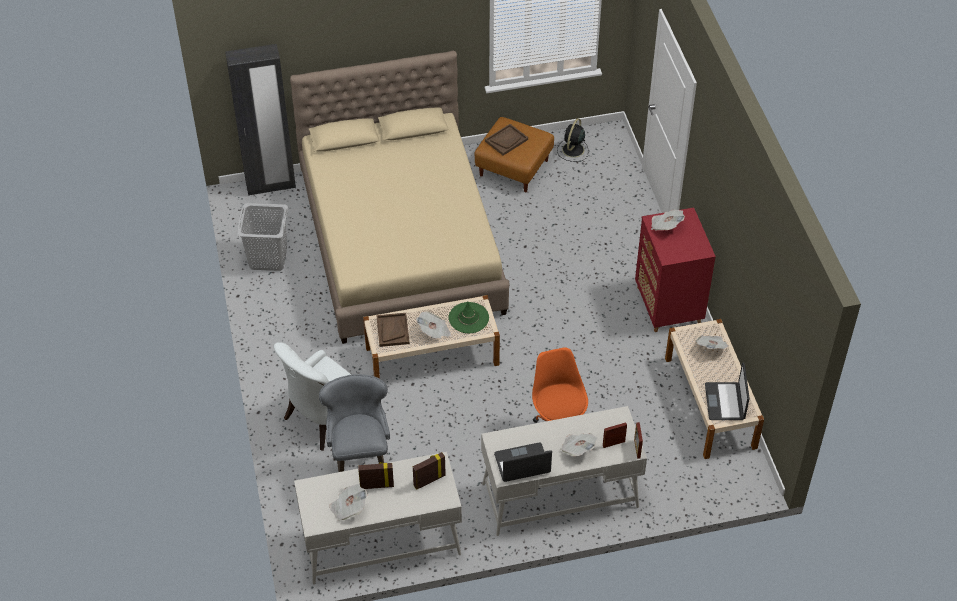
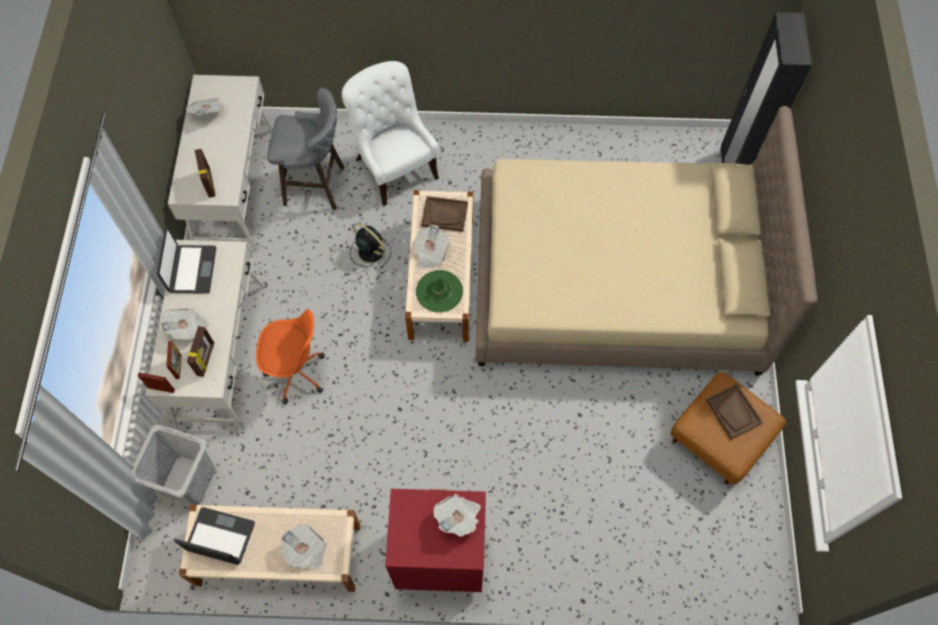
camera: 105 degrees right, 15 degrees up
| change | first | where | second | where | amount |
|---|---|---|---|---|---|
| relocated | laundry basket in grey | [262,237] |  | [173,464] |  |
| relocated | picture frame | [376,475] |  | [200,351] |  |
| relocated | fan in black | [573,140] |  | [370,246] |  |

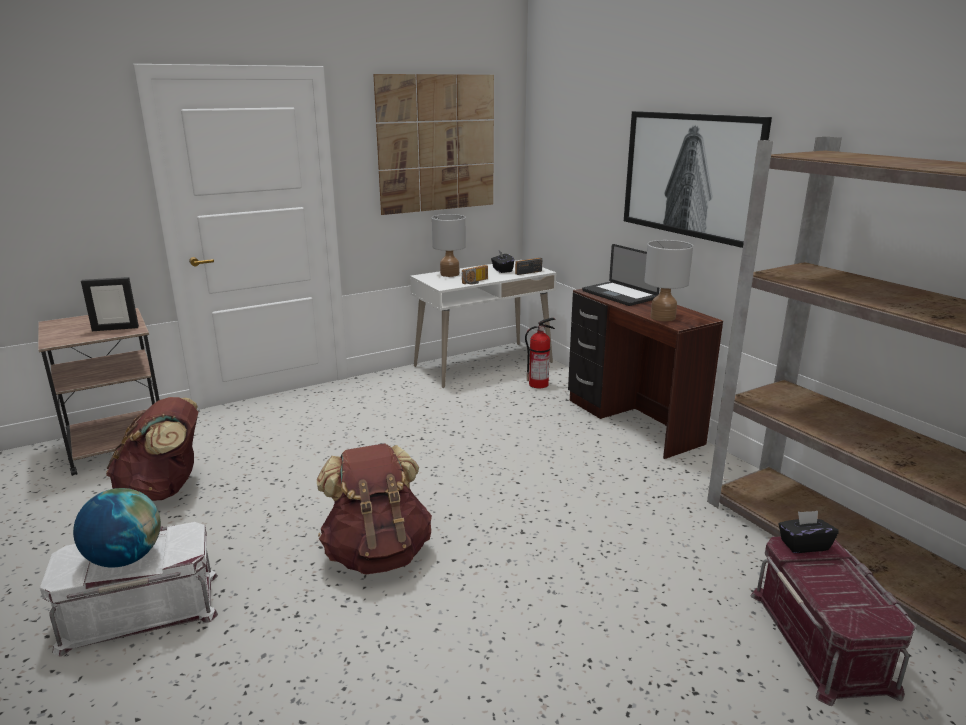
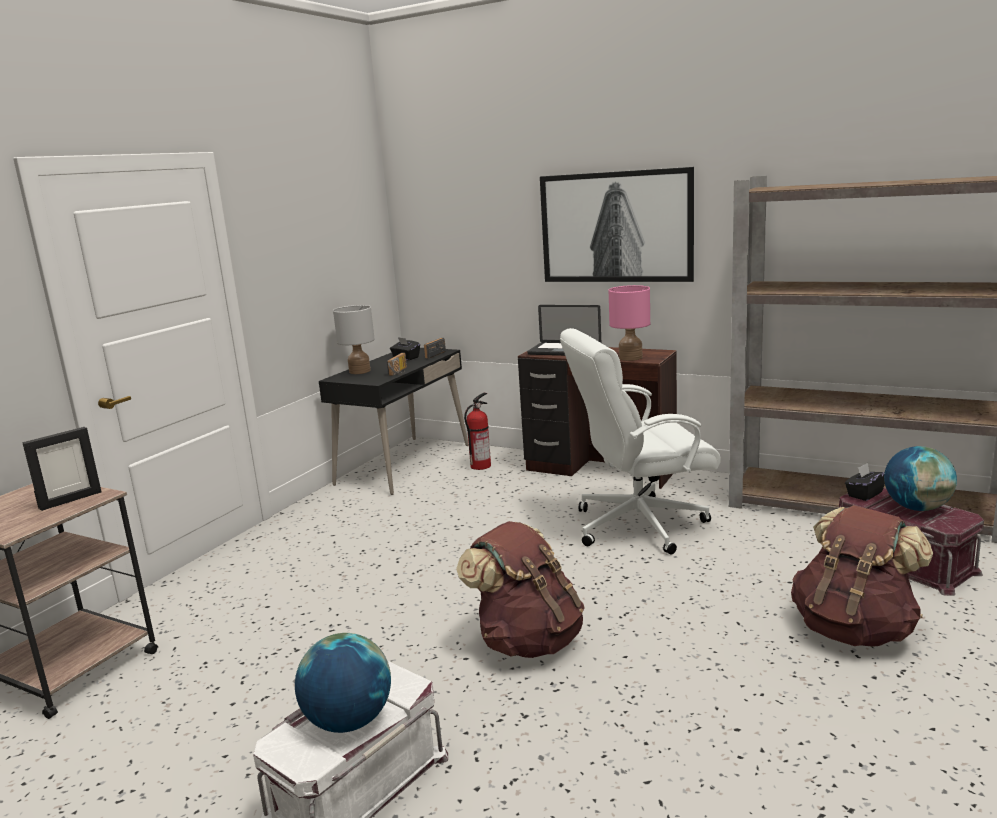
camera: 30 degrees left, 5 degrees down
| change | first | where | second | where | amount |
|---|---|---|---|---|---|
| colour | desk in white | [483,324] | desk in black | [394,421] |  |
| appeared |  |  | office chair in white | [640,441] |  |
| colour | table lamp in grey | [668,280] | table lamp in pink | [629,323] |  |
| relocated | backpack in brown | [152,449] |  | [862,576] |  |
| appeared |  |  | globe | [920,478] |  |
| missing | picture | [433,144] |  |  |  |

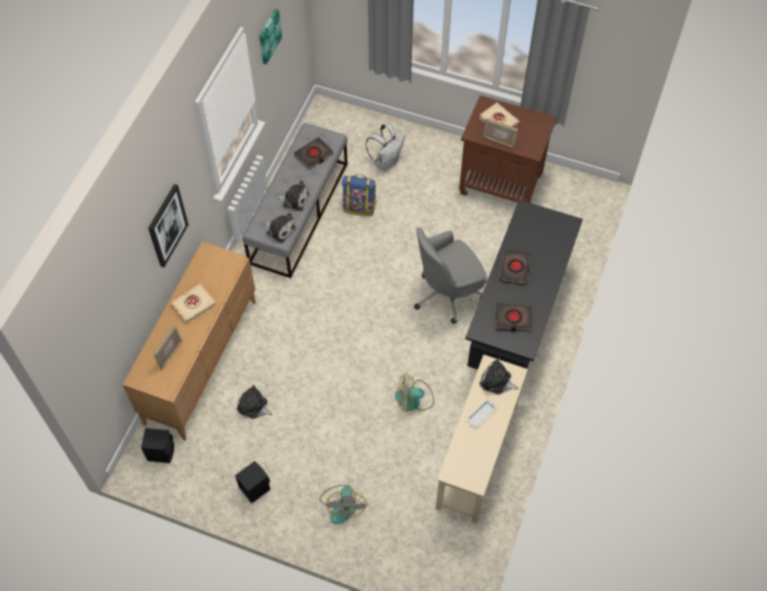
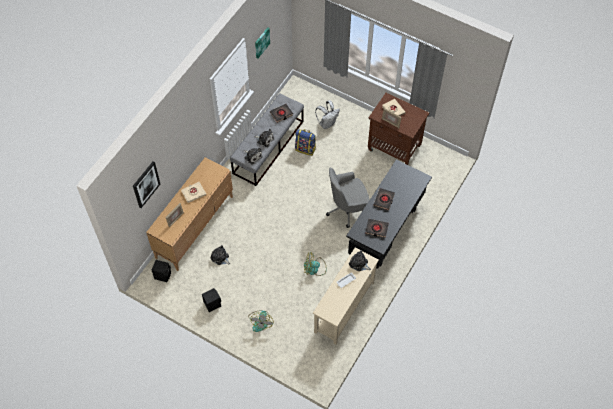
camera: 10 degrees right, 0 degrees up
| change | first | where | second | where | amount |
|---|---|---|---|---|---|
| relocated | picture | [168,225] |  | [146,184] |  |

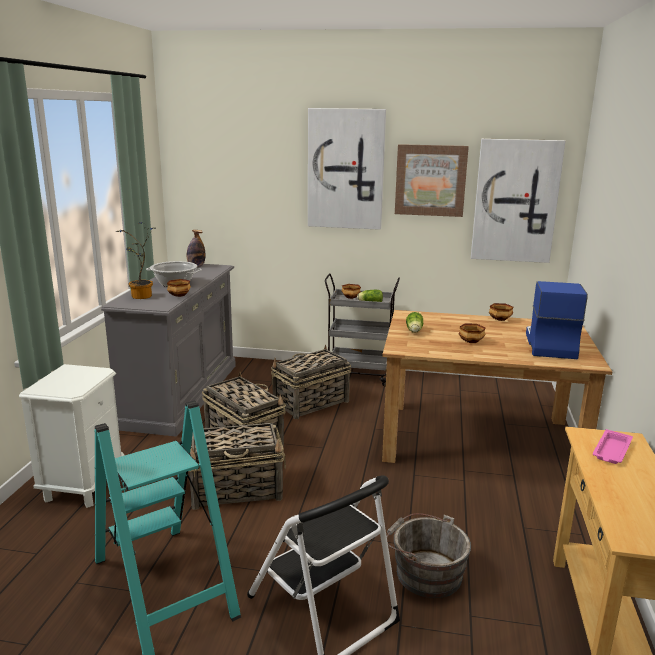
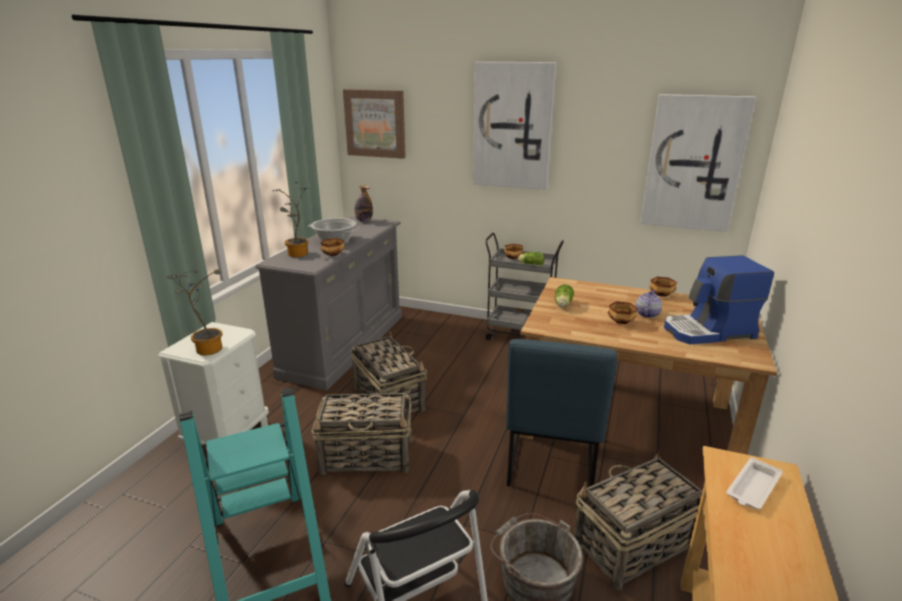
camera: 10 degrees right, 5 degrees up
| change | first | where | second | where | amount |
|---|---|---|---|---|---|
| appeared |  |  | potted plant | [194,312] |  |
| relocated | picture | [432,180] |  | [374,124] |  |
| appeared |  |  | chair in blue | [561,413] |  |
| relocated | basket | [311,382] |  | [638,520] |  |
| appeared |  |  | teapot | [648,304] |  |
| spun | coffee machine | [557,320] |  | [719,299] | 120 degrees counterclockwise |
| colour | tray in pink | [613,446] | tray in white | [754,483] |  |

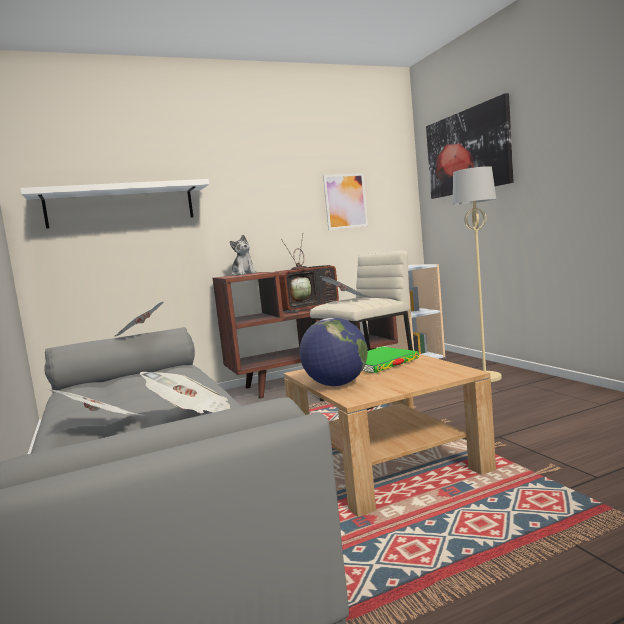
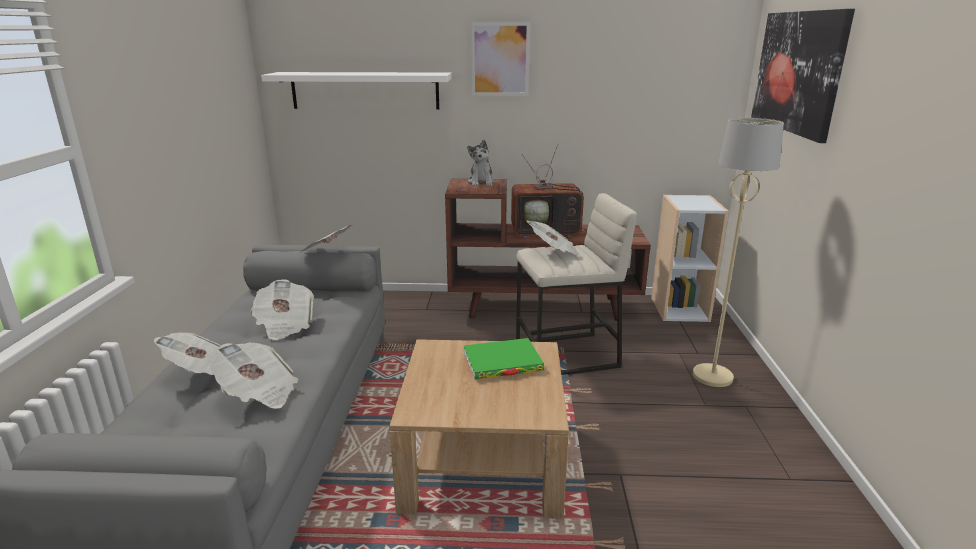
camera: 25 degrees right, 15 degrees up
| change | first | where | second | where | amount |
|---|---|---|---|---|---|
| appeared |  |  | newspaper | [282,309] |  |
| relocated | picture | [345,201] |  | [500,59] |  |
| missing | globe | [333,352] |  |  |  |

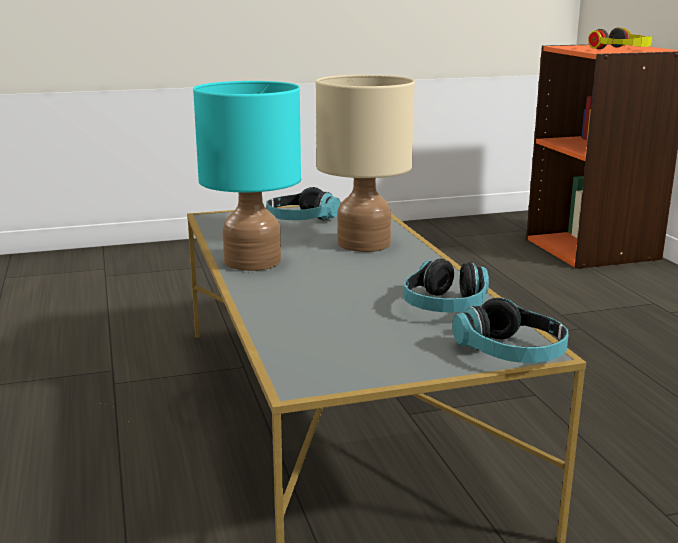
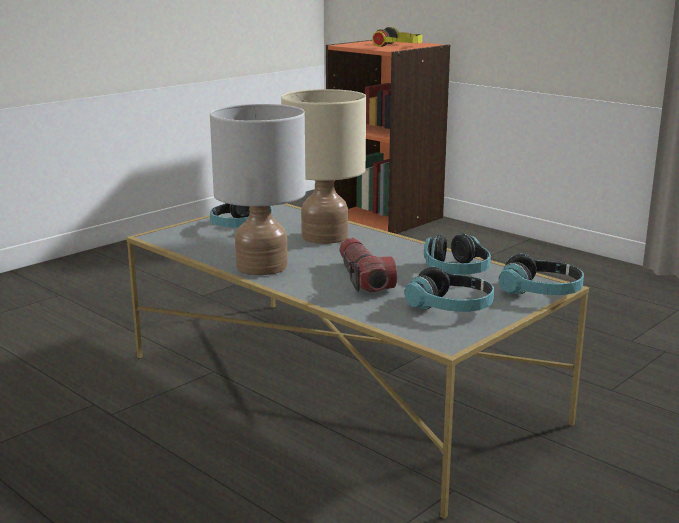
camera: 30 degrees left, 0 degrees up
| change | first | where | second | where | amount |
|---|---|---|---|---|---|
| colour | table lamp in turquoise | [247,176] | table lamp in grey | [258,189] |  |
| appeared |  |  | flashlight | [368,265] |  |
| appeared |  |  | headphones | [449,289] |  |

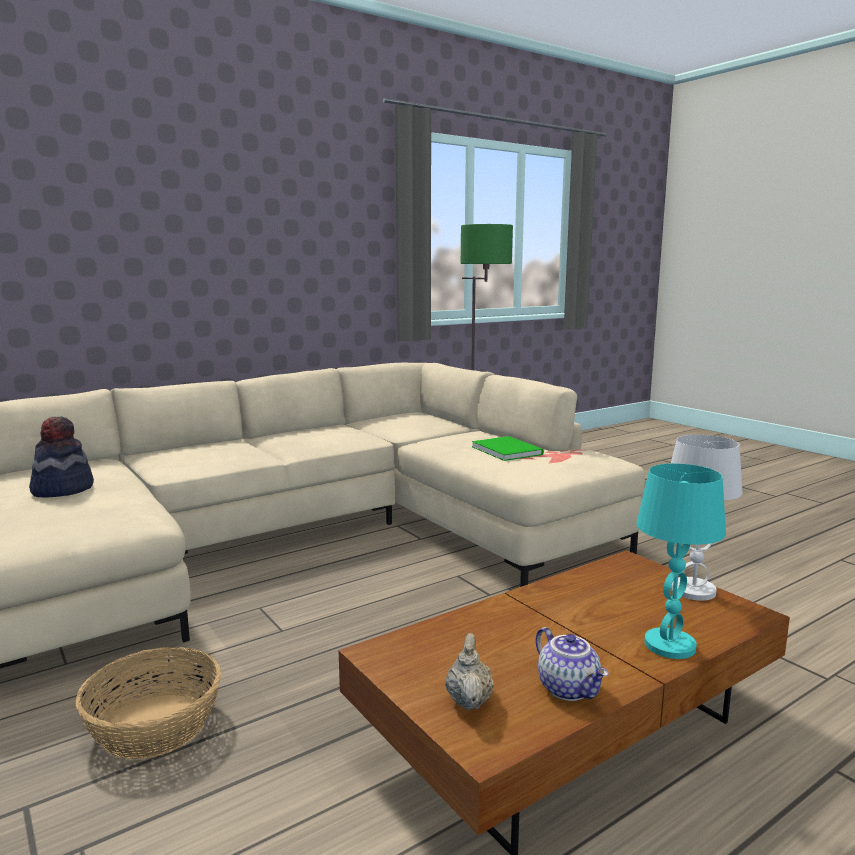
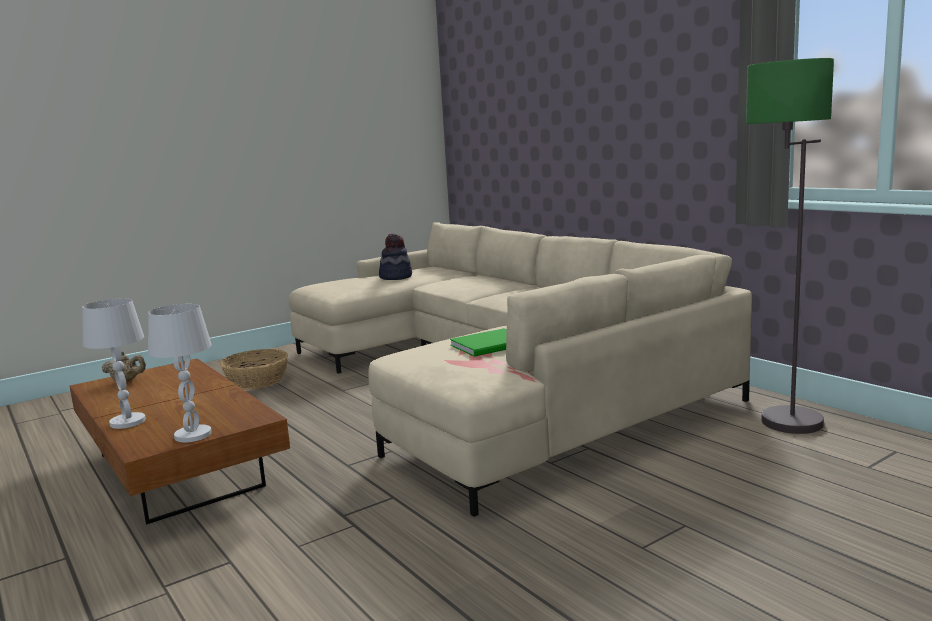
camera: 90 degrees right, 0 degrees up
| change | first | where | second | where | amount |
|---|---|---|---|---|---|
| colour | table lamp in turquoise | [681,561] | table lamp in white | [114,364] |  |
| missing | teapot | [572,664] |  |  |  |

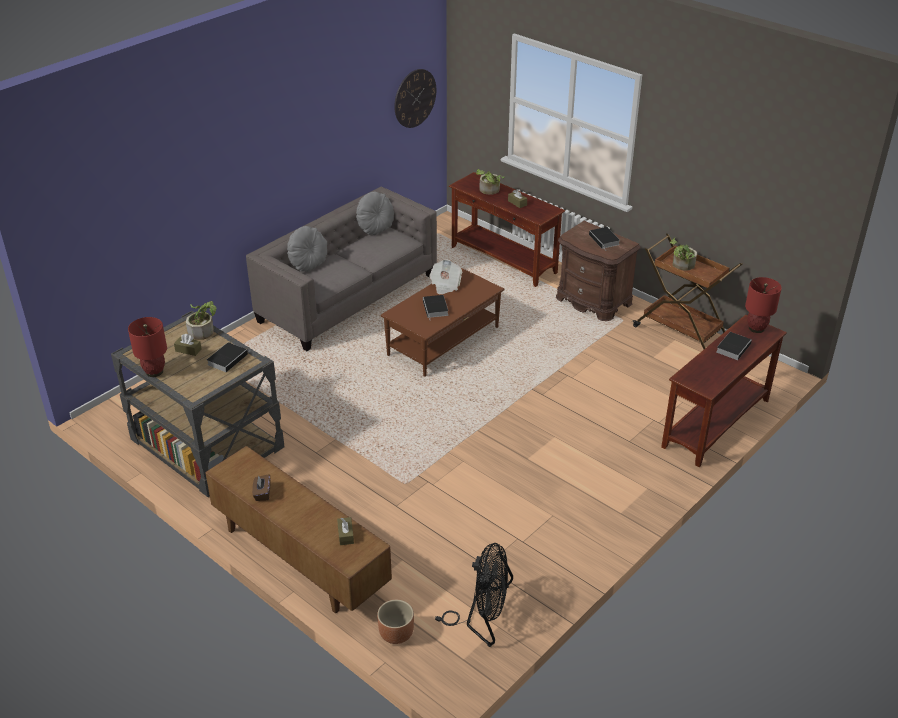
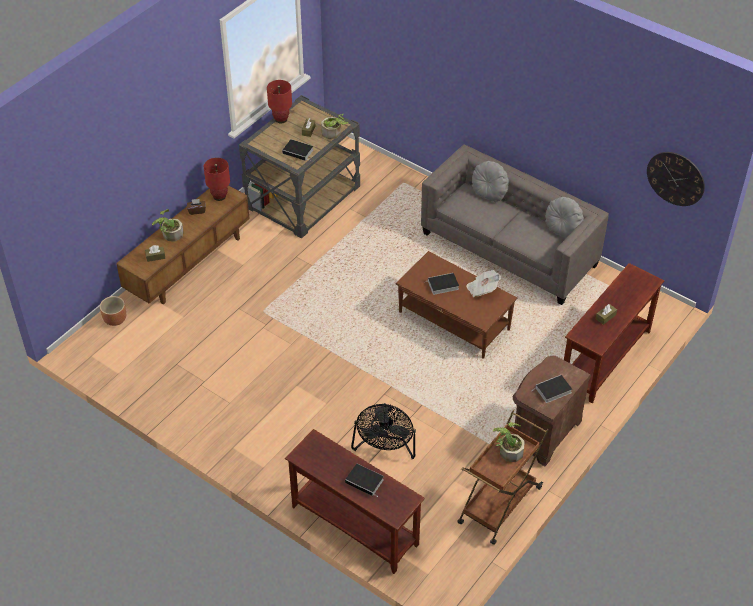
camera: 85 degrees right, 10 degrees up
| change | first | where | second | where | amount |
|---|---|---|---|---|---|
| relocated | potted plant | [490,182] |  | [168,225] |  |
| relocated | table lamp in red | [763,305] |  | [217,179] |  |
| relocated | fan in black | [473,595] |  | [383,431] |  |

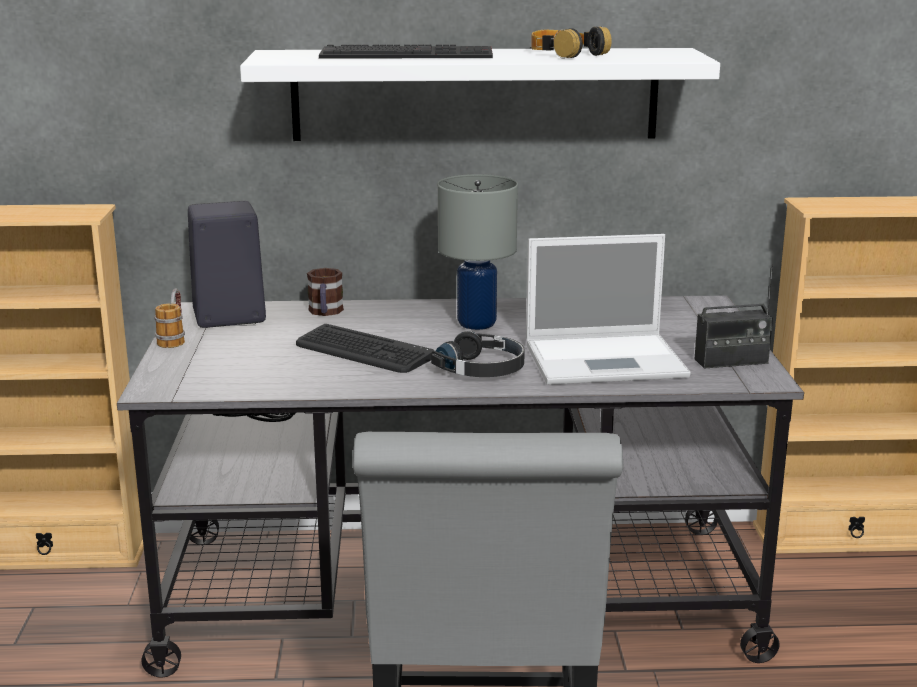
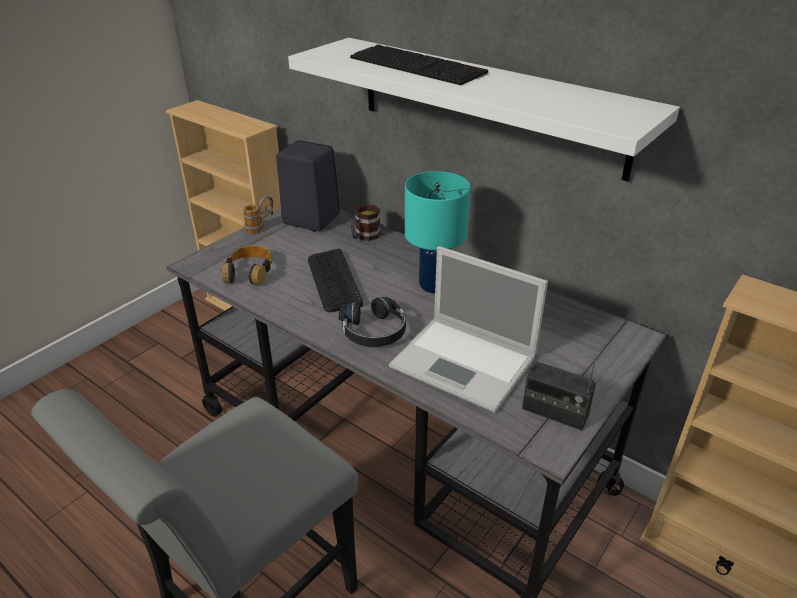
camera: 40 degrees right, 15 degrees up
| change | first | where | second | where | amount |
|---|---|---|---|---|---|
| relocated | headphones | [572,42] |  | [247,265] |  |
| colour | table lamp in grey | [478,252] | table lamp in turquoise | [438,232] |  |

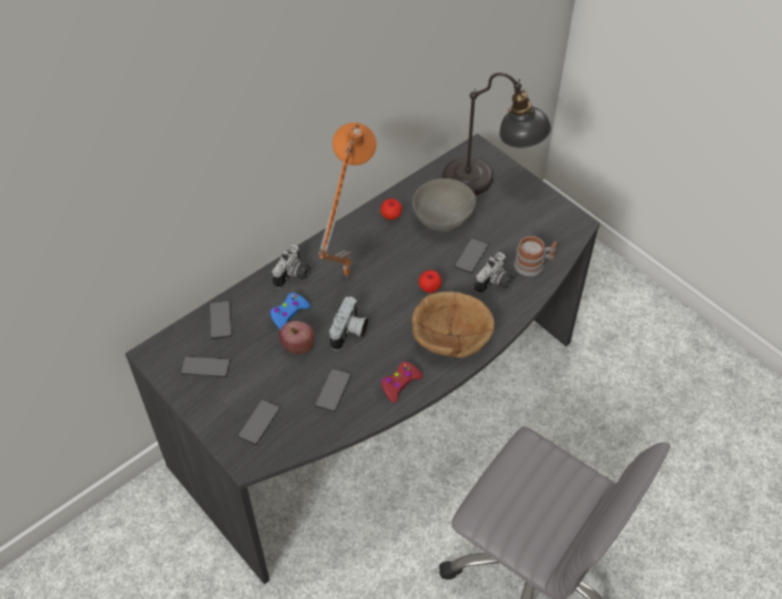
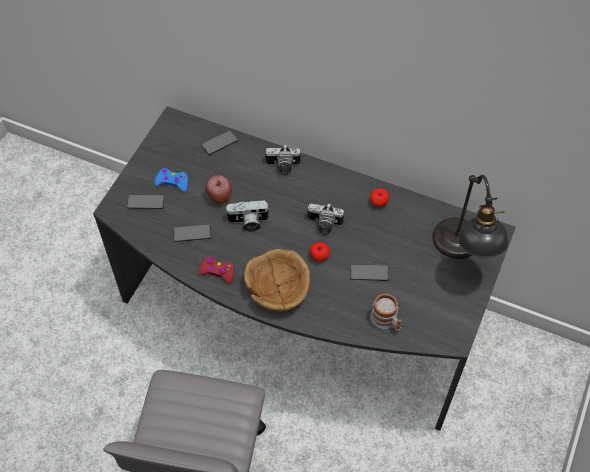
camera: 65 degrees right, 5 degrees up
| change | first | where | second | where | amount |
|---|---|---|---|---|---|
| relocated | game controller in blue | [290,311] |  | [171,180] |  |
| relocated | photo camera | [494,273] |  | [326,219] |  |
| missing | phone | [205,366] |  |  |  |
| missing | table lamp in orange | [347,201] |  |  |  |
| missing | bowl in grey | [444,205] |  |  |  |

